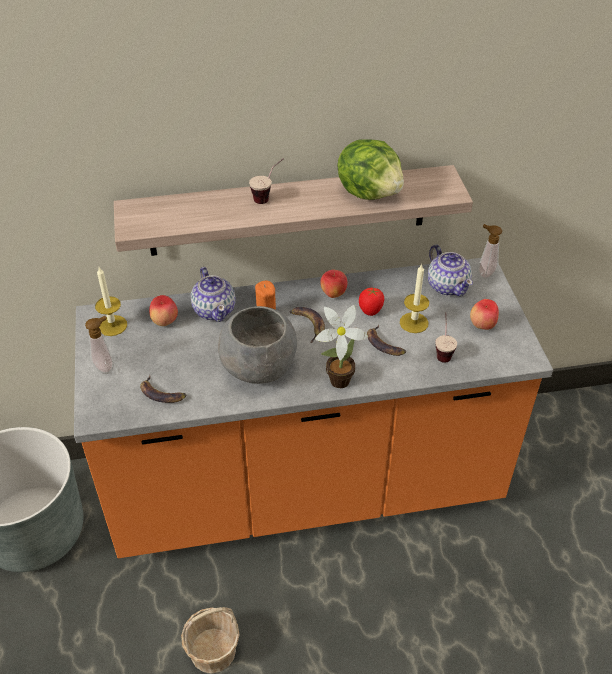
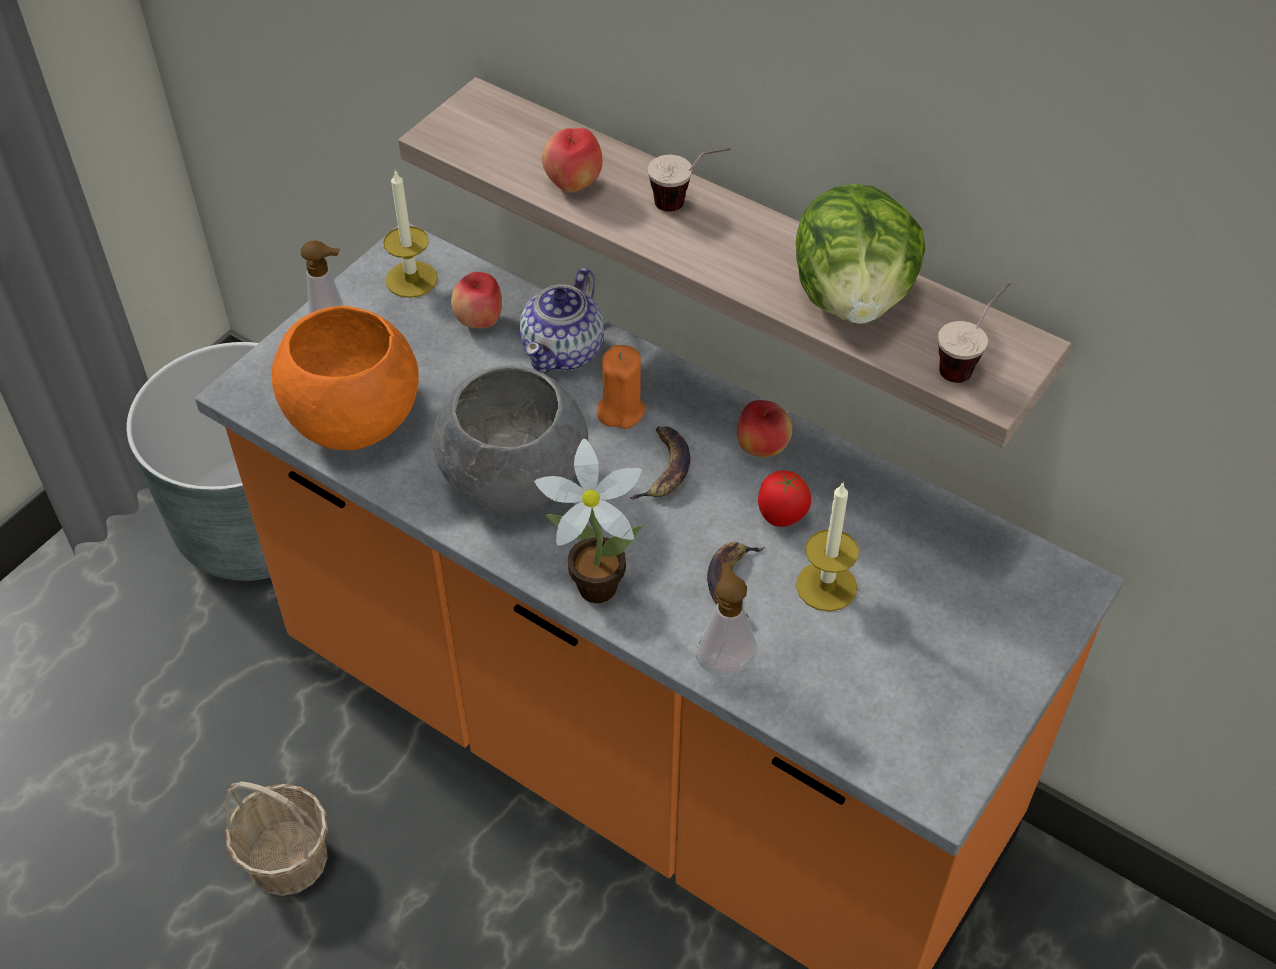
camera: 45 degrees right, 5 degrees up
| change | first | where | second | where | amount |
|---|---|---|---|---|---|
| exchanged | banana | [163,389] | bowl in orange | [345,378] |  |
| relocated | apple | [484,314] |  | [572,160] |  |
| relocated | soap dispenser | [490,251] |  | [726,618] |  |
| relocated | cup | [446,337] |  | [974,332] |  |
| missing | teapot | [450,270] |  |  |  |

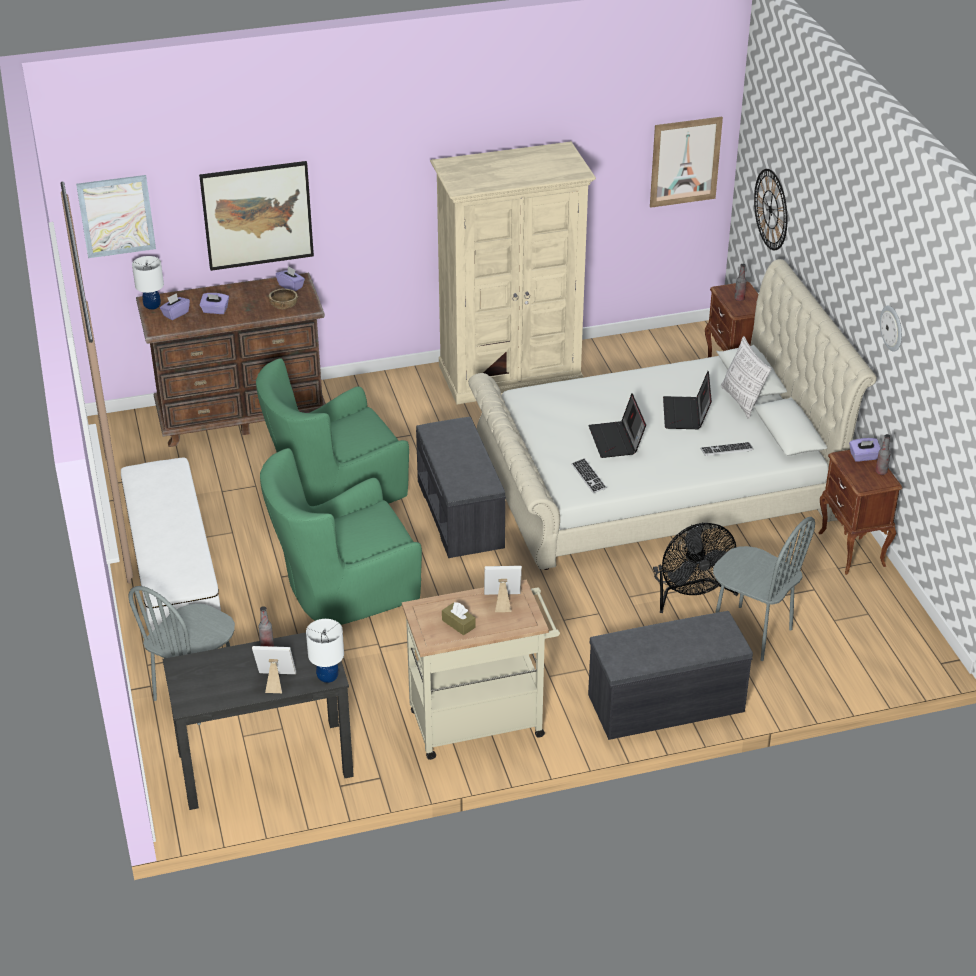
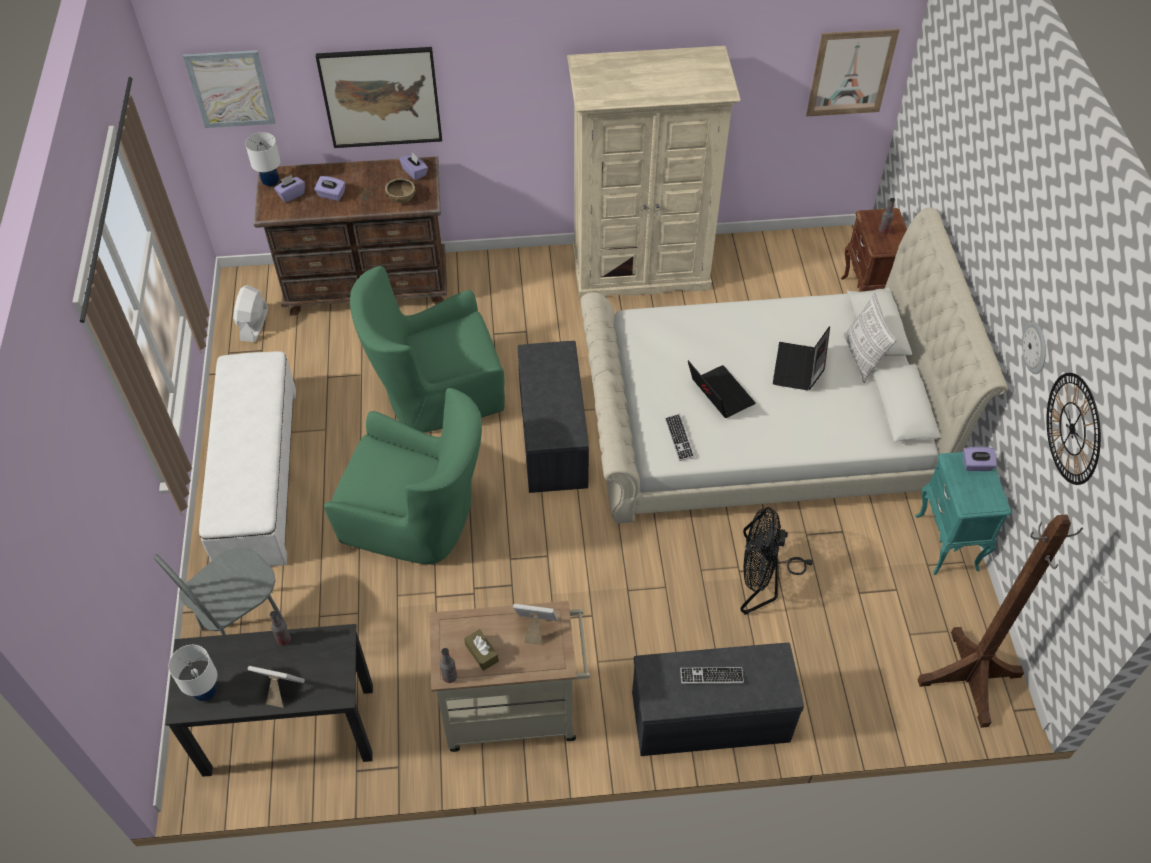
camera: 10 degrees right, 15 degrees up
| change | first | where | second | where | amount |
|---|---|---|---|---|---|
| relocated | table lamp in white | [325,651] |  | [193,673] |  |
| appeared |  |  | fan in white | [250,313] |  |
| spun | armchair in green | [341,536] |  | [403,476] | 150 degrees counterclockwise |
| relocated | bottle | [883,454] |  | [448,665] |  |
| relocated | keyboard | [727,449] |  | [712,675] |  |
| spun | laptop | [617,426] |  | [722,389] | 150 degrees clockwise |
| spun | fan in black | [695,567] |  | [776,561] | 105 degrees clockwise |
| colour | nightstand in brown | [860,512] | nightstand in turquoise | [963,513] |  |
| appeared |  |  | clothes rack in brown | [1000,621] |  |
| relocated | wall clock | [770,209] |  | [1073,429] |  |
| missing | chair in grey | [764,589] |  |  |  |

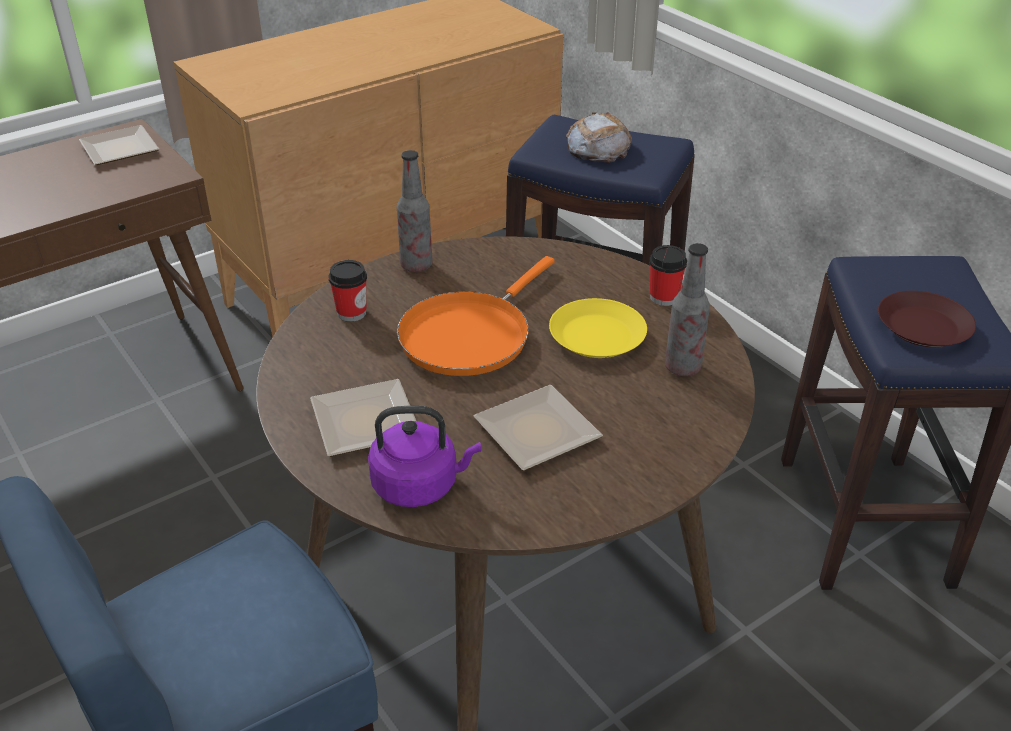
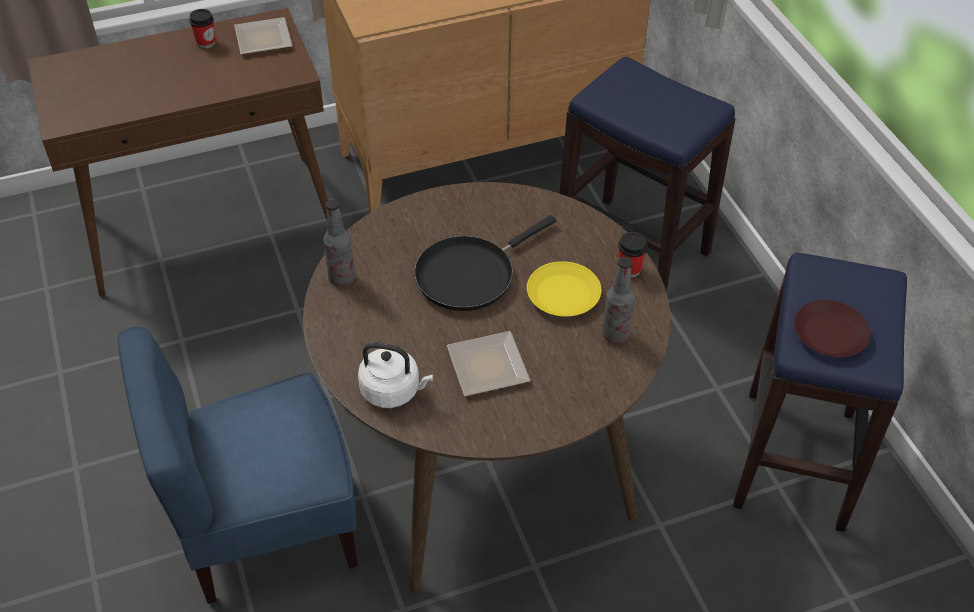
camera: 15 degrees right, 10 degrees up
| change | first | where | second | where | amount |
|---|---|---|---|---|---|
| relocated | cup | [348,291] |  | [202,28] |  |
| relocated | bottle | [415,211] |  | [339,242] |  |
| colour | kettle in purple | [424,456] | kettle in white | [395,375] |  |
| colour | frying pan in orange | [476,316] | frying pan in black | [485,263] |  |
| missing | plate | [363,418] |  |  |  |
| missing | bread | [599,137] |  |  |  |

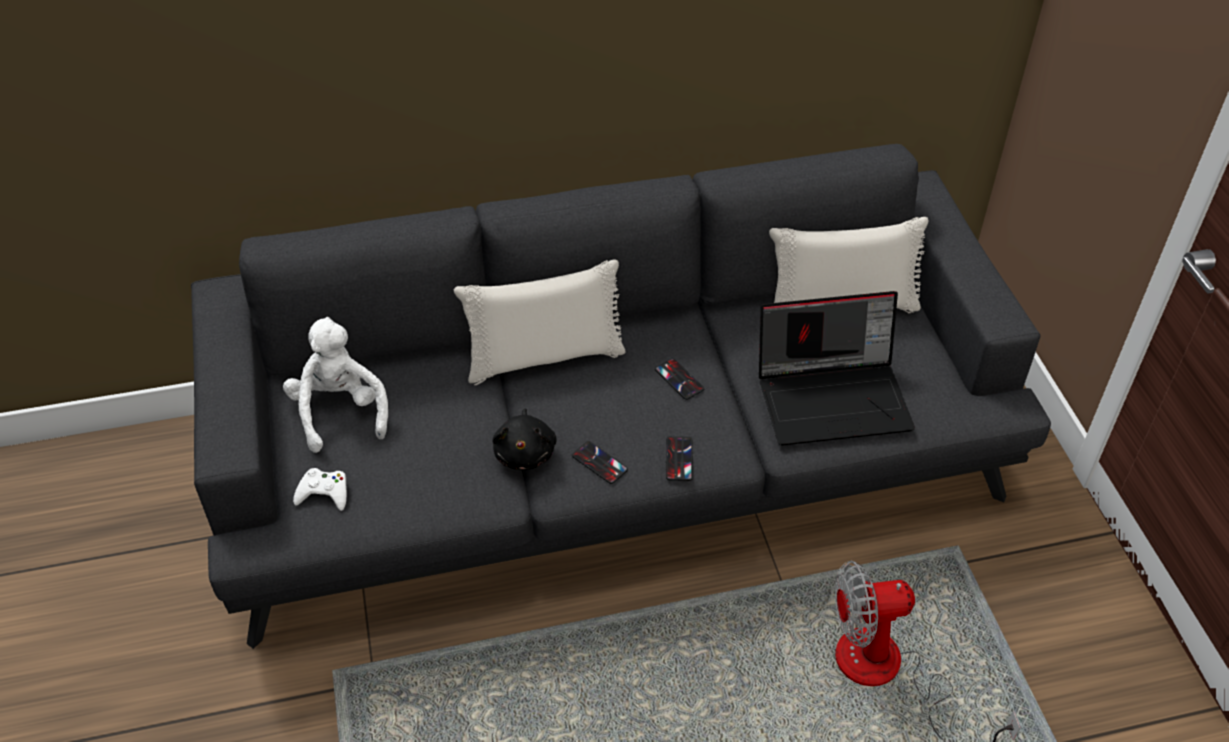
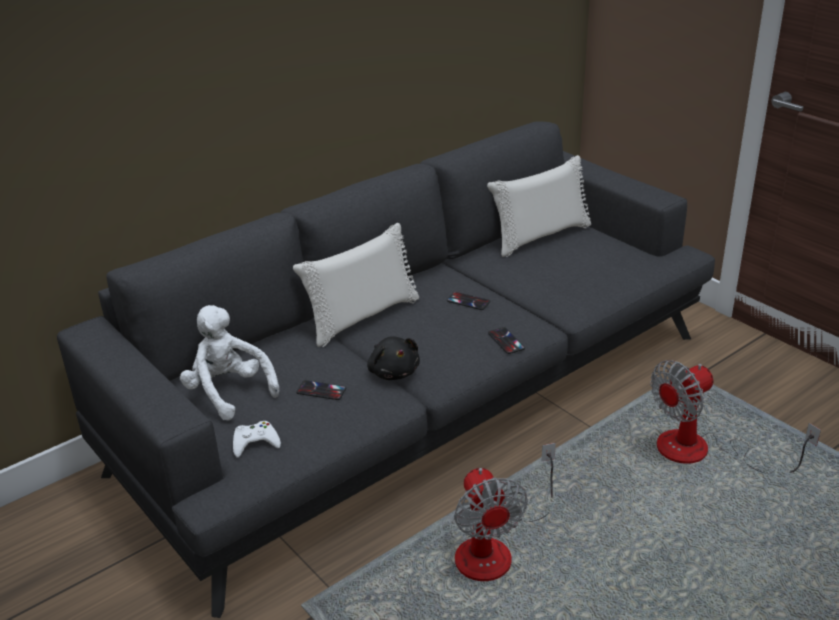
camera: 25 degrees left, 15 degrees down
| change | first | where | second | where | amount |
|---|---|---|---|---|---|
| relocated | phone | [600,462] |  | [321,390] |  |
| appeared |  |  | fan | [505,512] |  |
| missing | laptop | [837,368] |  |  |  |

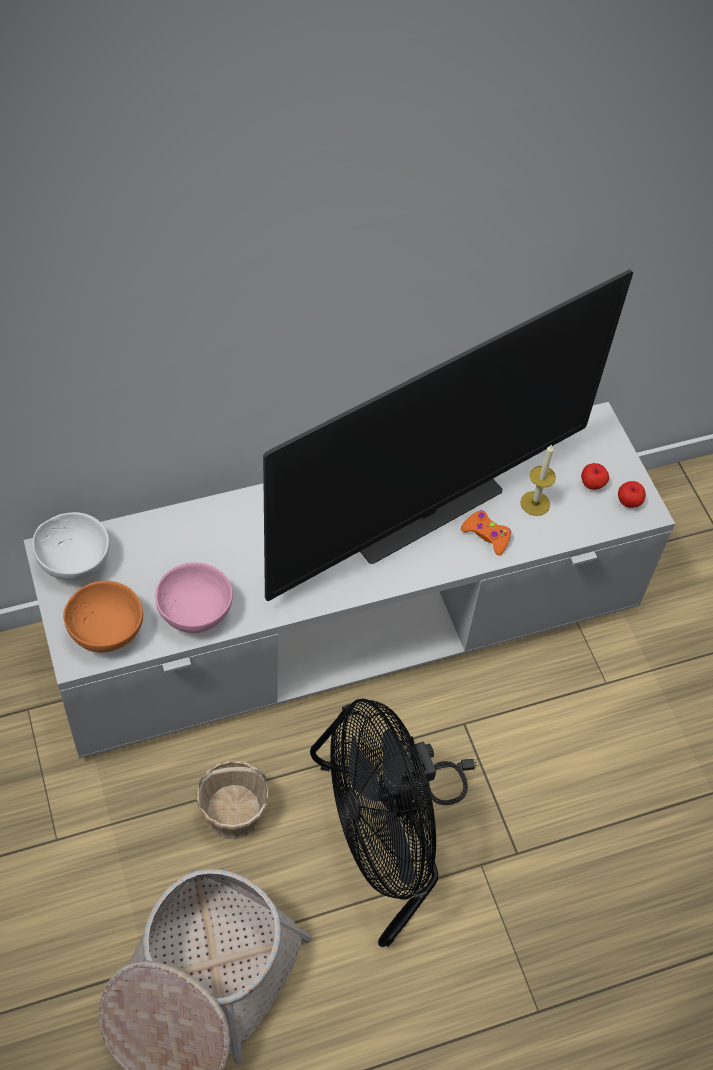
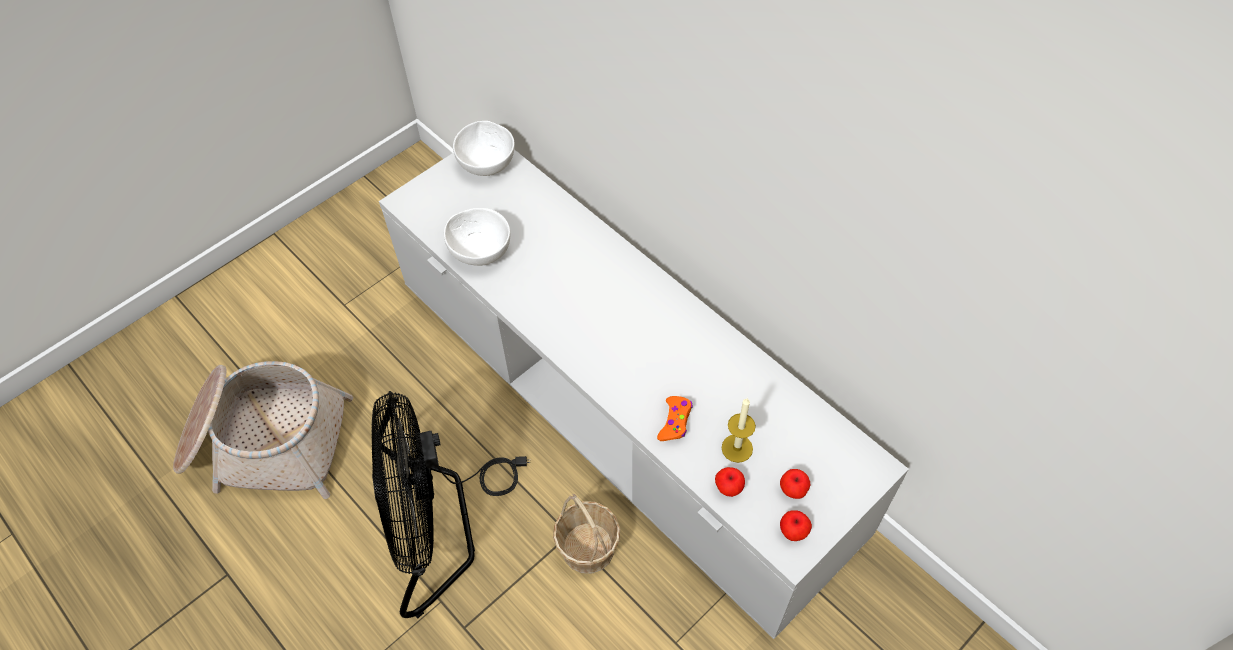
camera: 70 degrees right, 0 degrees up
| change | first | where | second | where | amount |
|---|---|---|---|---|---|
| spun | fan in black | [394,823] |  | [451,505] | 60 degrees counterclockwise |
| colour | bowl in pink | [194,597] | bowl in white | [477,237] |  |
| relocated | basket | [232,800] |  | [586,534] |  |
| appeared |  |  | apple | [730,482] |  |
| missing | bowl in orange | [103,616] |  |  |  |
| missing | television | [448,435] |  |  |  |

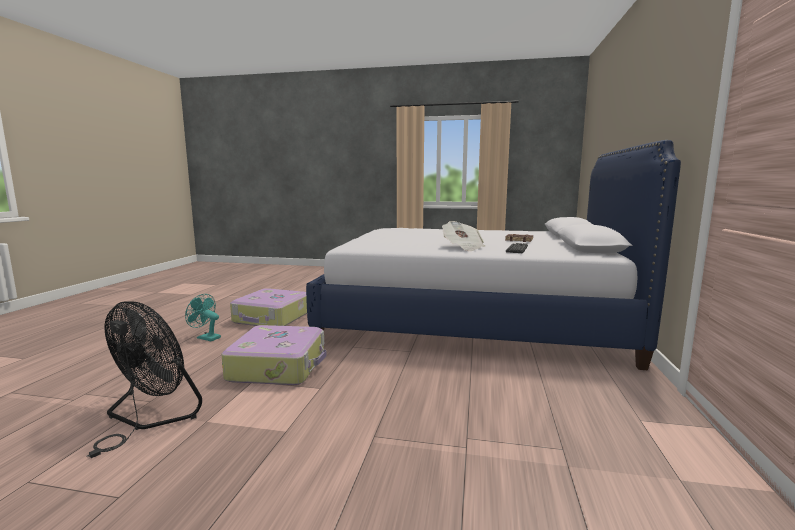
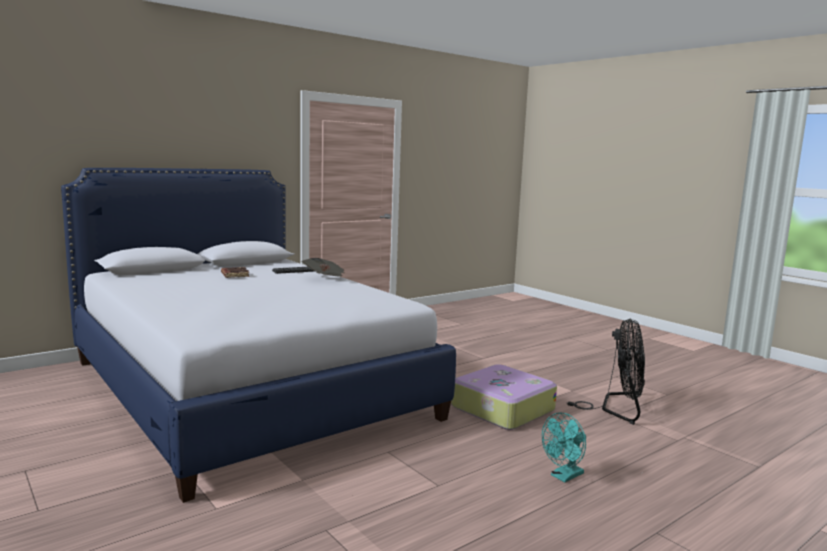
camera: 140 degrees left, 0 degrees up
| change | first | where | second | where | amount |
|---|---|---|---|---|---|
| spun | fan in turquoise | [203,317] |  | [564,447] | 75 degrees clockwise |
| spun | fan in black | [144,379] |  | [606,371] | 135 degrees counterclockwise |
| missing | suitcase | [268,307] |  |  |  |

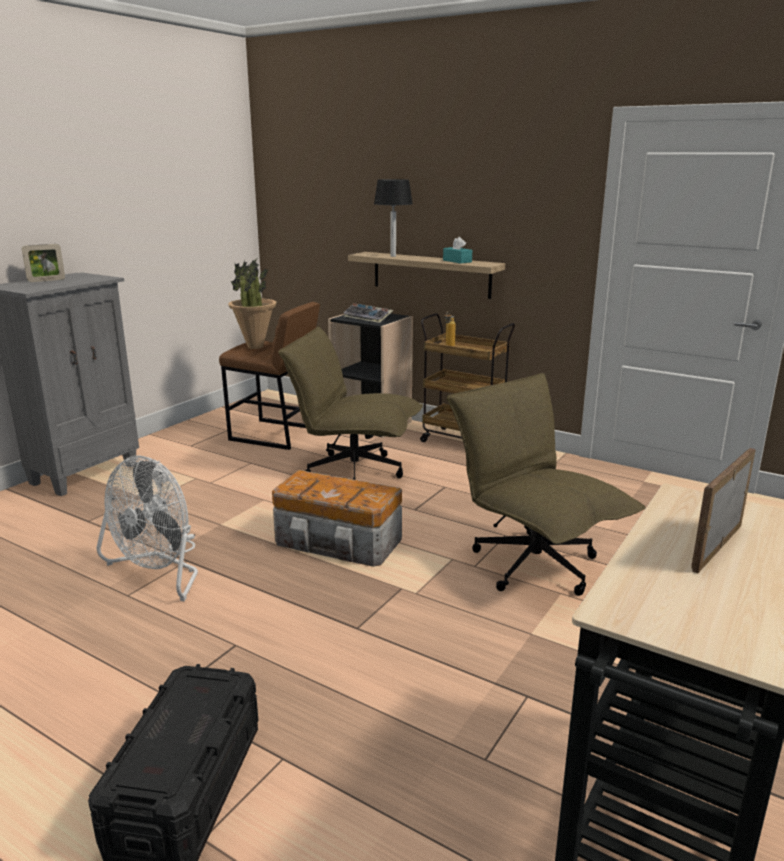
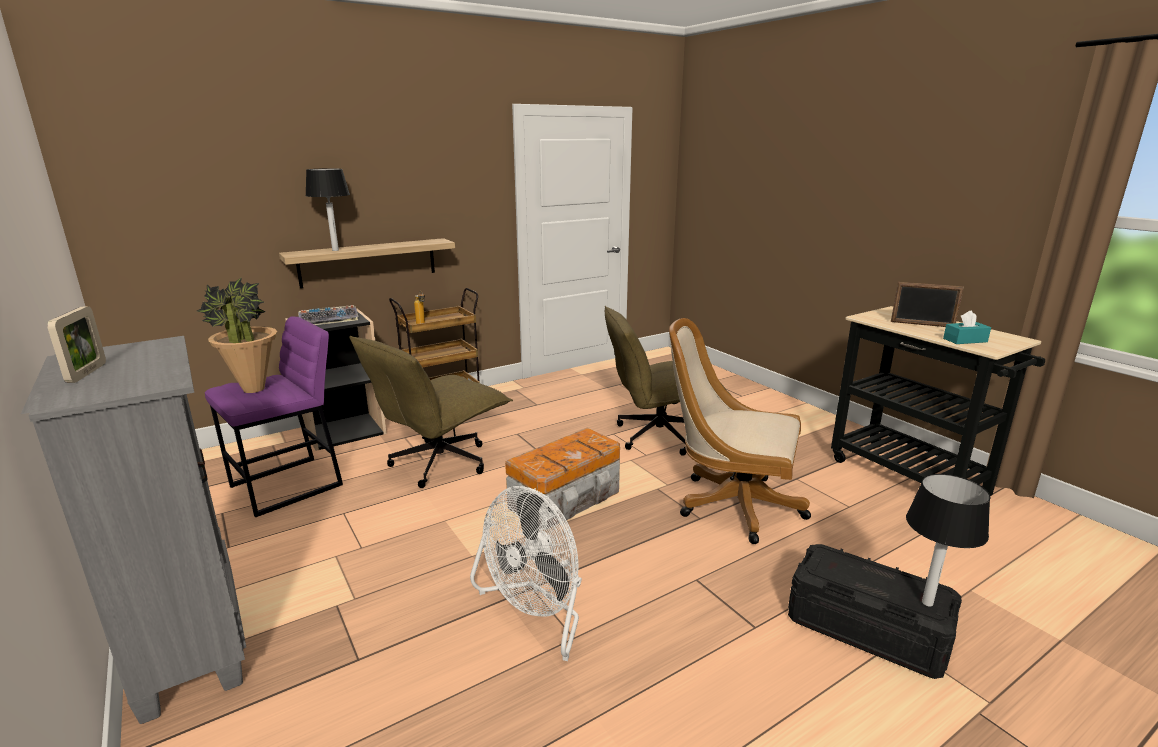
camera: 65 degrees left, 0 degrees up
| change | first | where | second | where | amount |
|---|---|---|---|---|---|
| colour | stool in brown | [269,376] | stool in purple | [274,416] |  |
| spun | fan in white | [147,528] |  | [526,573] | 75 degrees clockwise |
| appeared |  |  | office chair | [740,431] |  |
| spun | picture frame | [723,510] |  | [927,304] | 45 degrees counterclockwise |
| appeared |  |  | table lamp | [948,540] |  |
| relocated | tissue box in turquoise | [457,250] |  | [967,327] |  |

